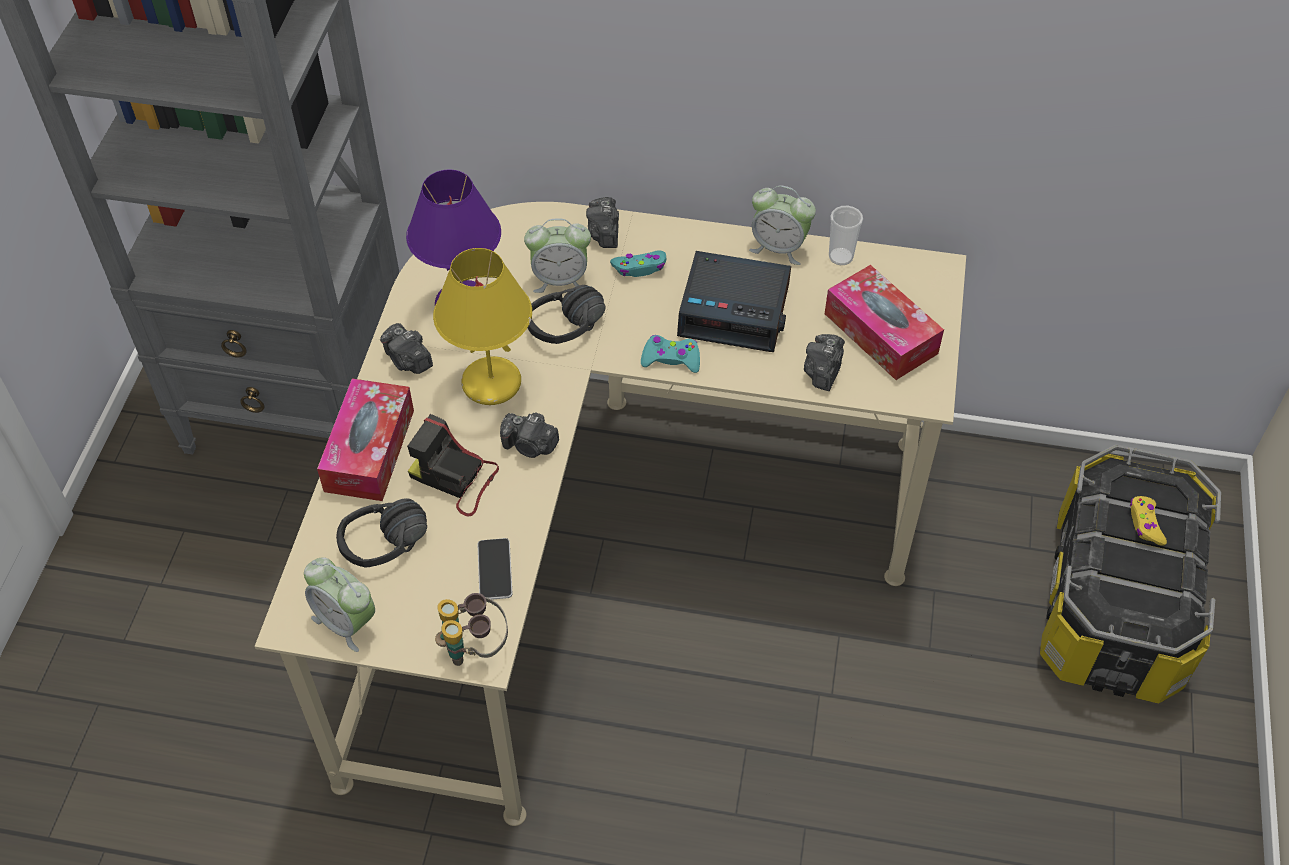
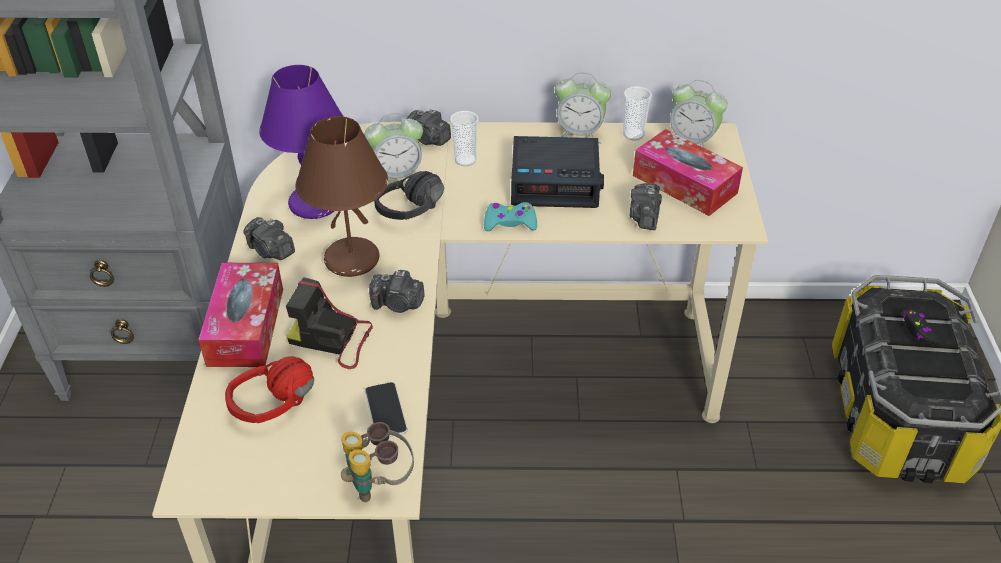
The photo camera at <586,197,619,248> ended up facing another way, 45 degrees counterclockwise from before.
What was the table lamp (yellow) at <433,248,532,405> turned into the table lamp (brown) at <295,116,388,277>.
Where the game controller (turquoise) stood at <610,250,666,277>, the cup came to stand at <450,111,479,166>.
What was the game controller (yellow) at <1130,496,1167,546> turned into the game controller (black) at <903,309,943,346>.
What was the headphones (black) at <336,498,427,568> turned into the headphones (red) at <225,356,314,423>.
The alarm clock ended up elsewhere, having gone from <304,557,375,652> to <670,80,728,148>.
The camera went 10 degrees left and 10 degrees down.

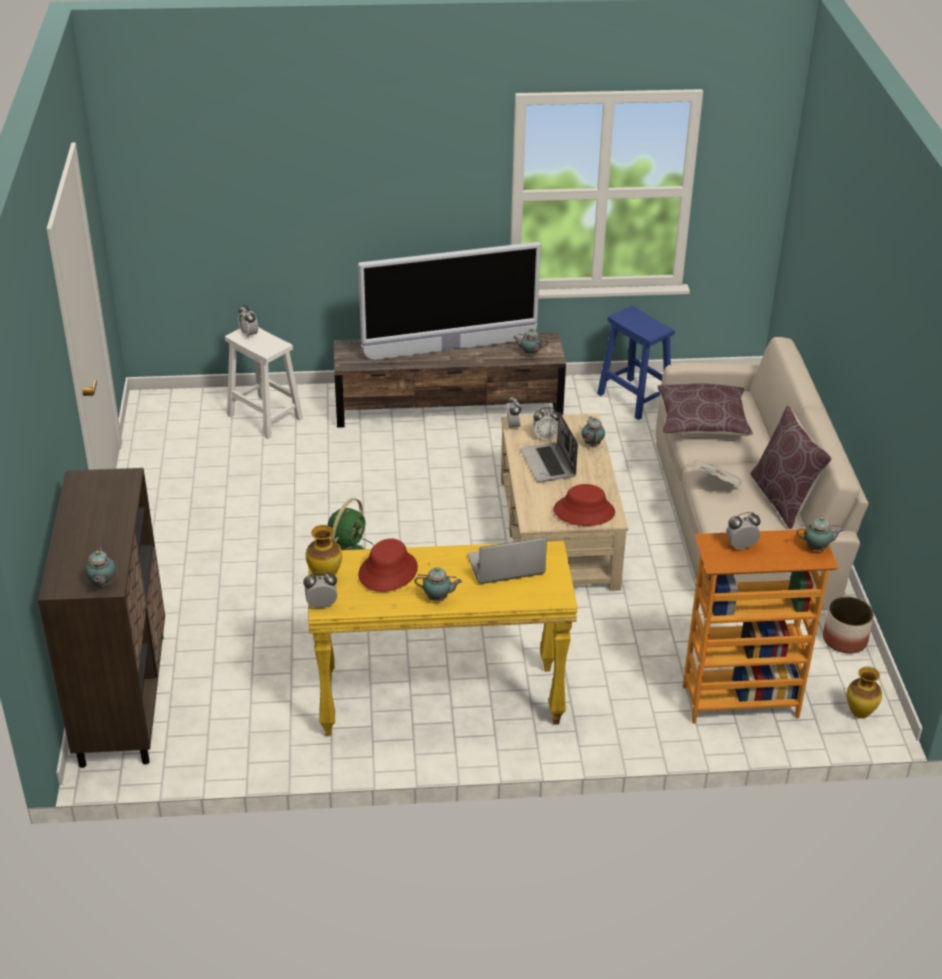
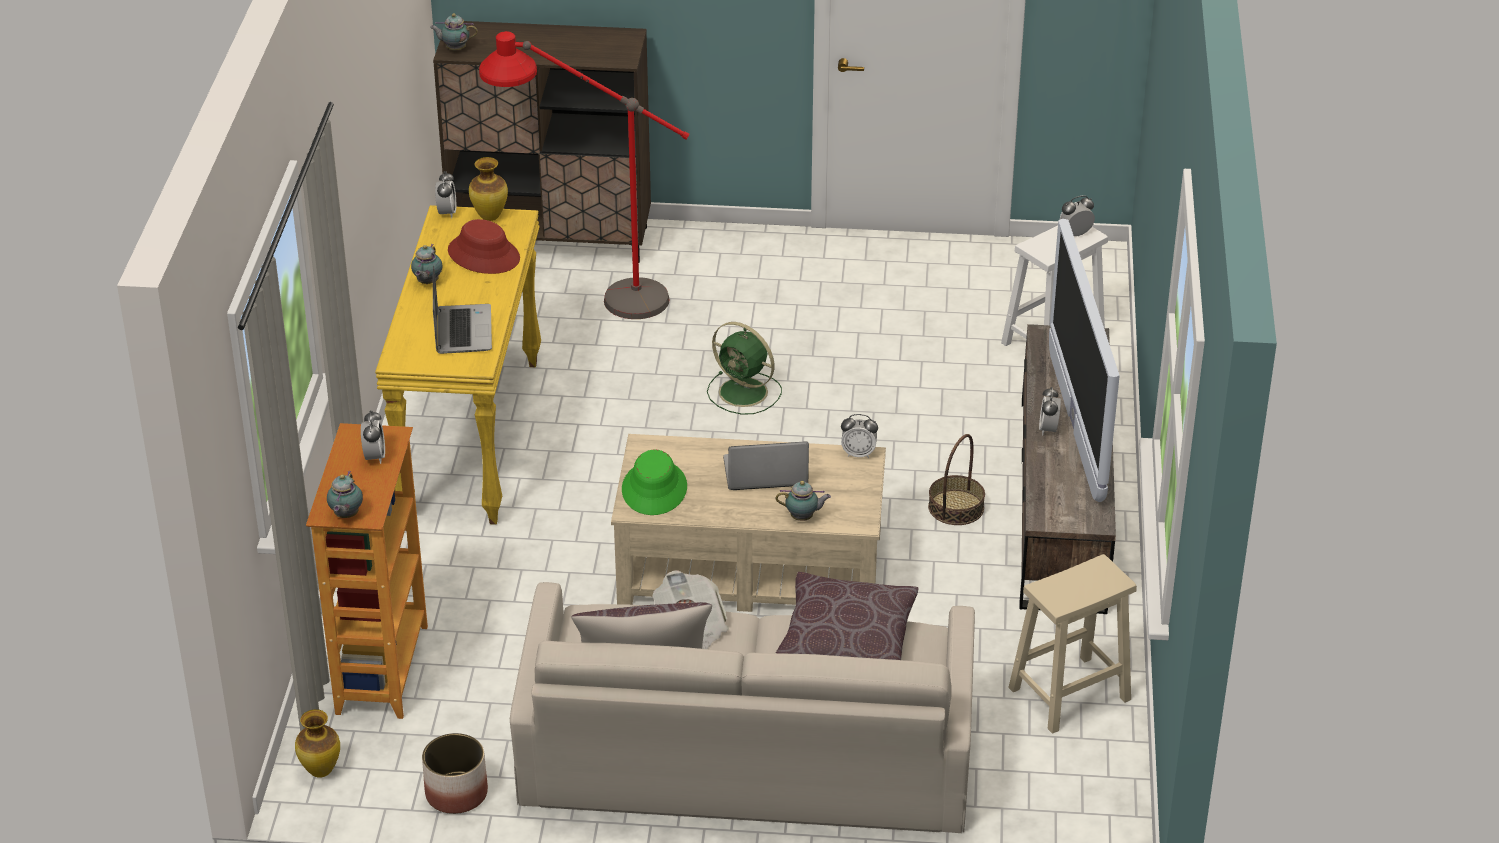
What was the stool (blue) at <597,306,675,420> turned into the stool (beige) at <1008,554,1137,734>.
The second view lost the teapot at <513,328,548,355>.
The alarm clock ended up elsewhere, having gone from <533,407,559,440> to <1039,387,1061,436>.
What was the hat (red) at <553,484,615,526> turned into the hat (green) at <622,449,687,515>.
The second view gained the floor lamp (red) at <479,31,689,319>.
The second view gained the basket at <928,434,985,525>.
The camera went 100 degrees right and 0 degrees up.

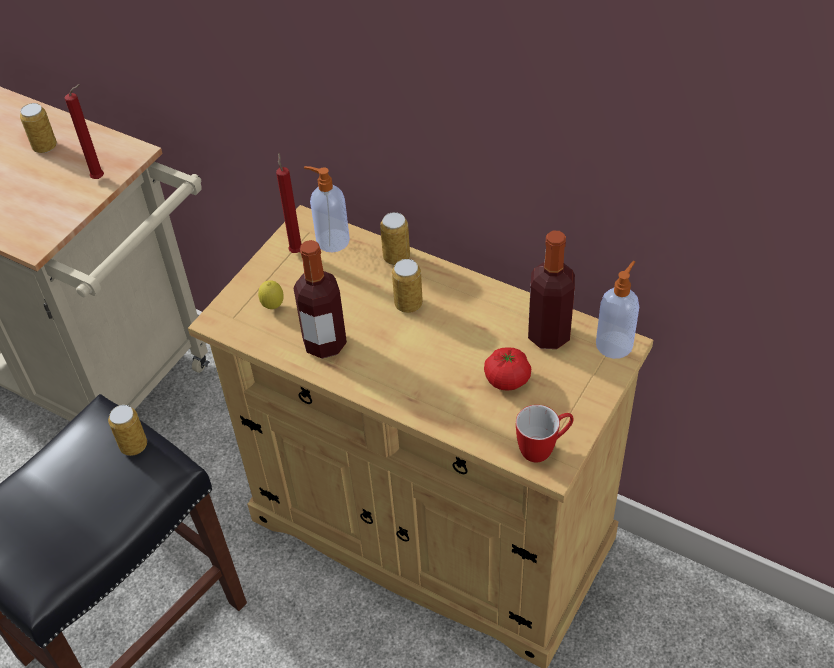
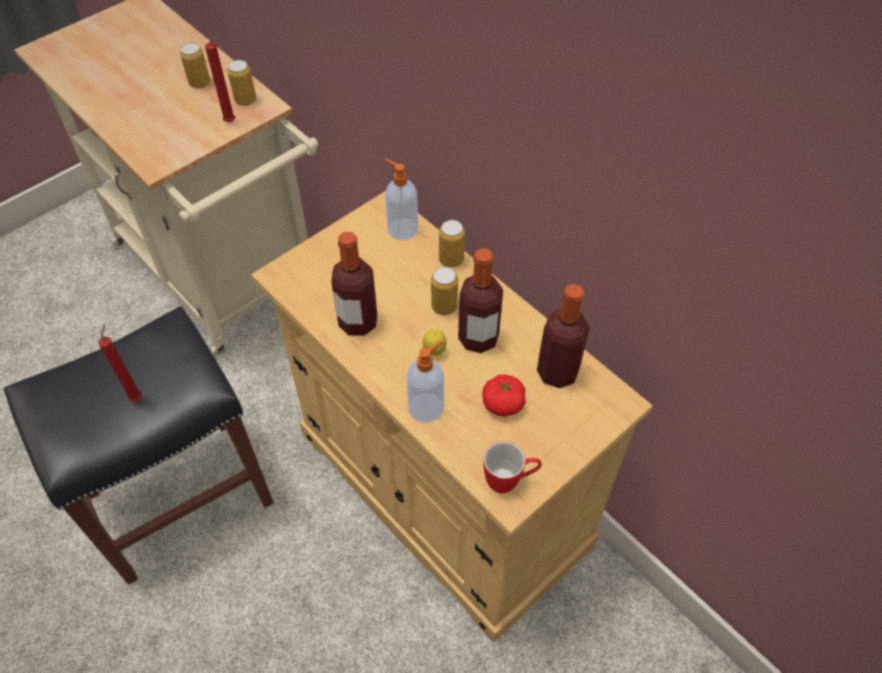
The candle (red) ended up elsewhere, having gone from <276,153,302,253> to <98,324,142,402>.
The soap dispenser ended up elsewhere, having gone from <596,261,639,359> to <407,340,444,423>.
The lemon ended up elsewhere, having gone from <258,280,284,309> to <423,329,447,356>.
The can ended up elsewhere, having gone from <108,405,147,456> to <227,60,256,106>.
The second view gained the bottle at <458,248,503,353>.
The camera went 15 degrees right and 5 degrees up.

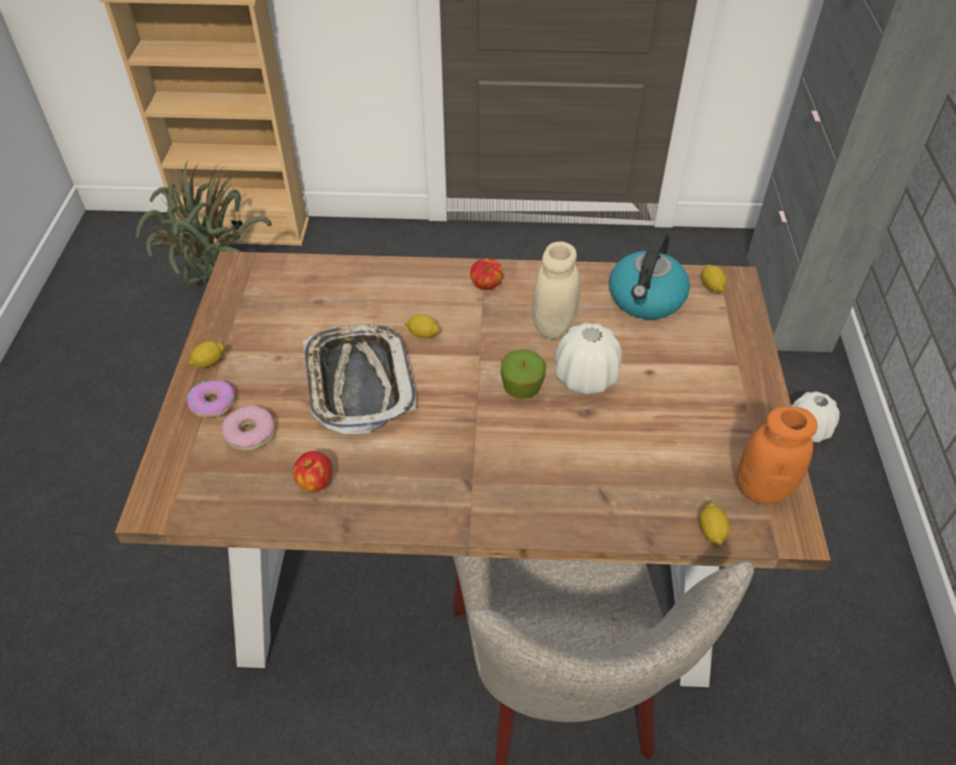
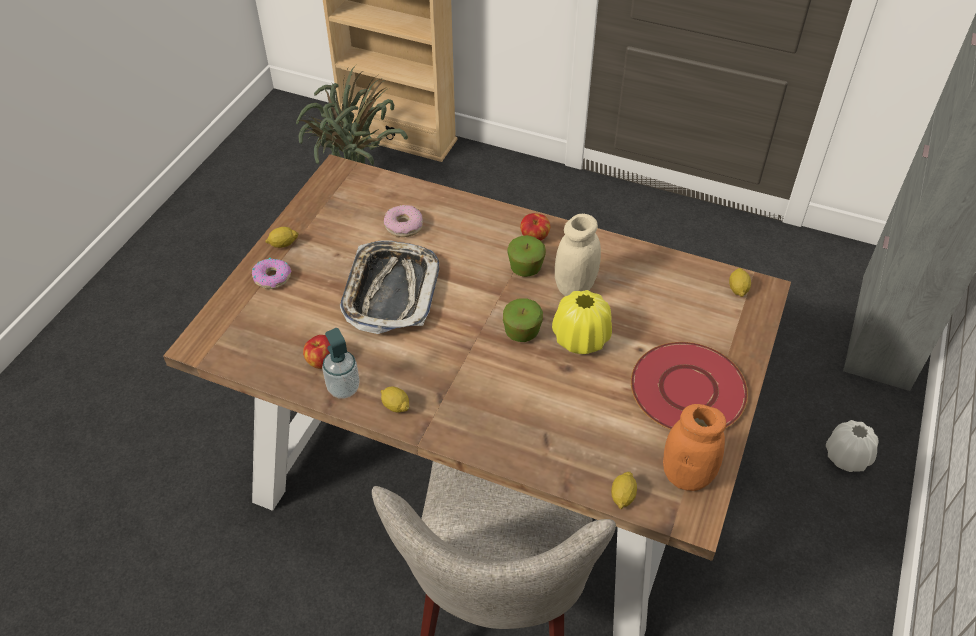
The second view lost the kettle at <609,231,690,319>.
The lemon ended up elsewhere, having gone from <405,315,441,339> to <381,387,409,412>.
What was the vase (white) at <555,323,622,394> turned into the vase (yellow) at <552,290,612,354>.
The donut ended up elsewhere, having gone from <222,405,275,451> to <384,205,423,237>.
The second view gained the apple at <508,235,546,277>.
The second view gained the soap dispenser at <322,328,360,399>.
The second view gained the plate (red) at <631,342,748,430>.
The camera went 20 degrees right and 0 degrees up.

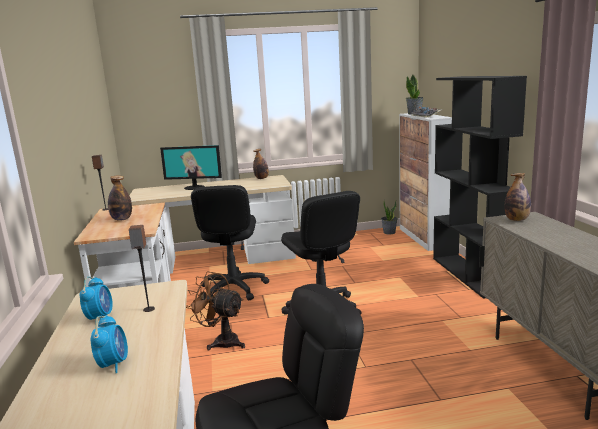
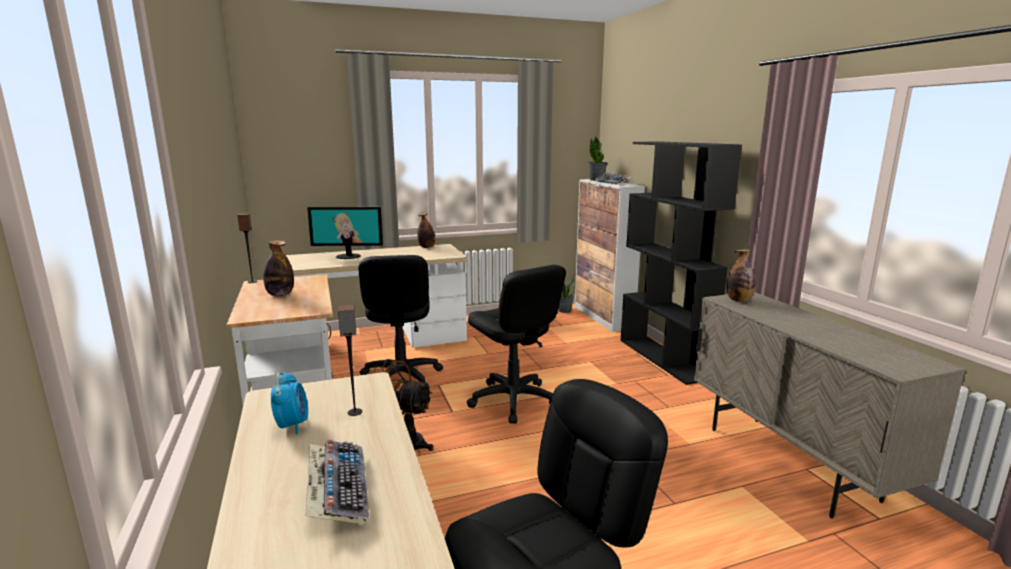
Where the alarm clock stood at <91,315,128,373>, the keyboard came to stand at <305,439,370,525>.
The camera went 10 degrees left and 0 degrees up.

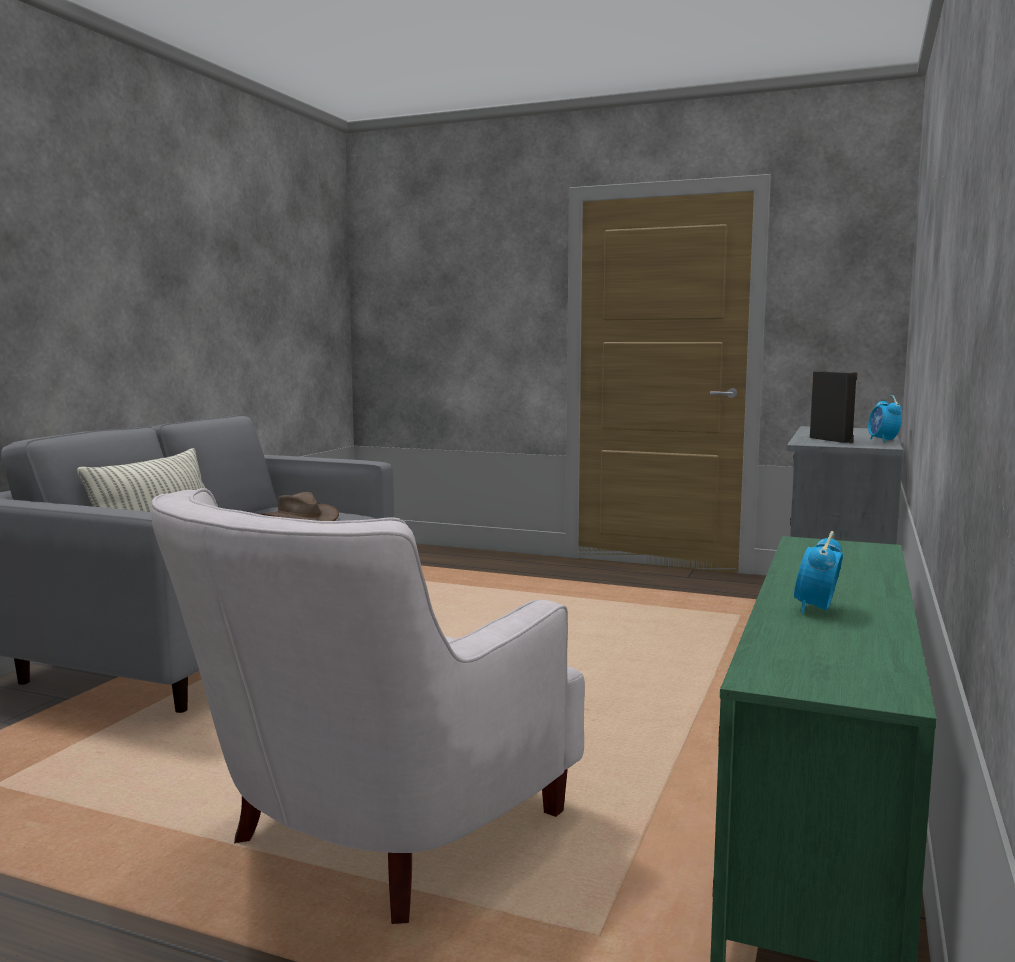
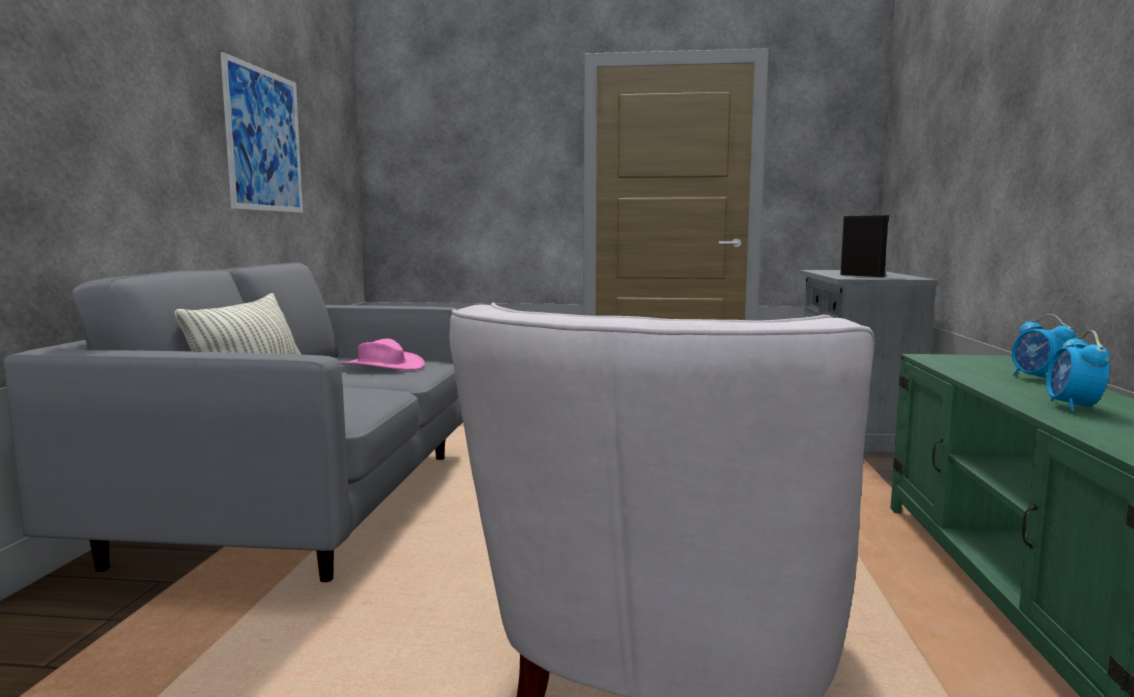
The alarm clock ended up elsewhere, having gone from <868,395,902,442> to <1012,314,1075,378>.
What was the hat (brown) at <260,492,339,521> turned into the hat (pink) at <339,339,425,370>.
The second view gained the picture at <220,52,303,213>.
The camera went 15 degrees left and 0 degrees up.

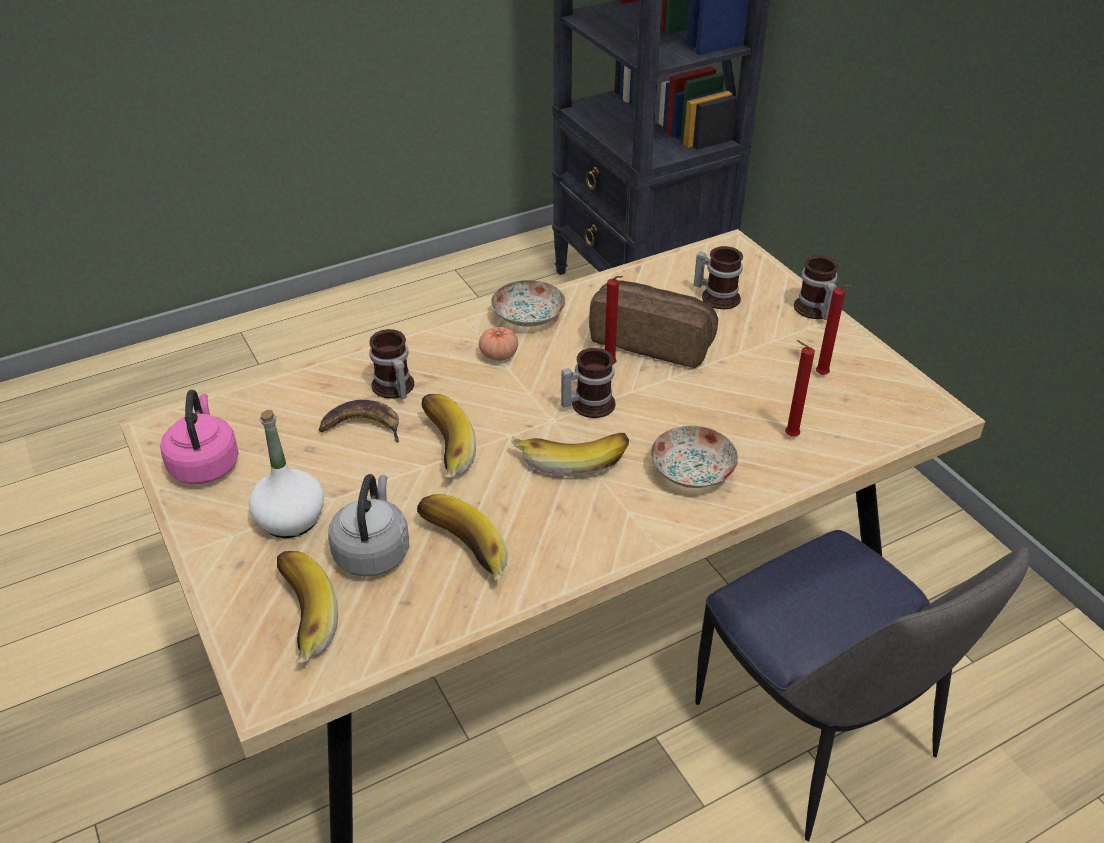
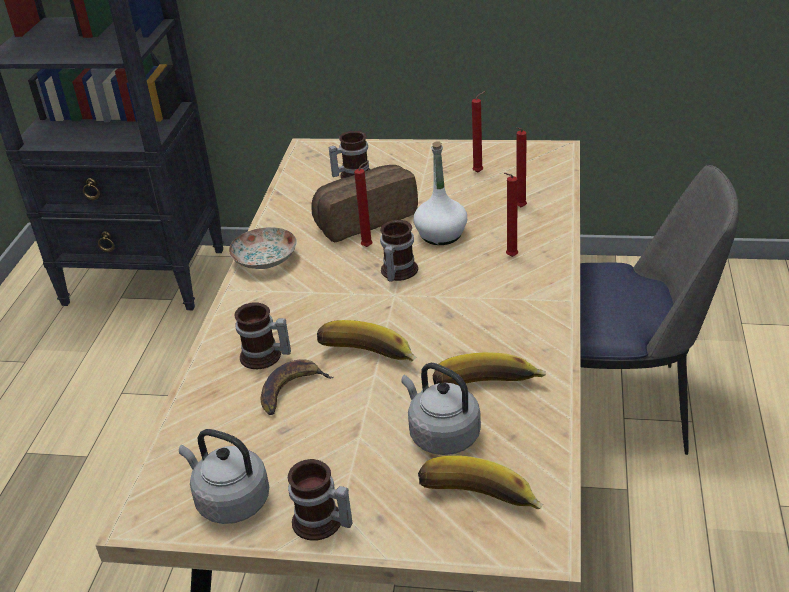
The mug ended up elsewhere, having gone from <794,255,838,320> to <288,459,353,541>.
The second view lost the tomato at <479,327,518,361>.
What was the kettle (pink) at <160,390,239,484> turned into the kettle (grey) at <179,429,269,524>.
The bottle (white) ended up elsewhere, having gone from <249,410,324,538> to <414,141,467,245>.
Where the plate stood at <651,426,738,488>, the candle (red) came to stand at <504,173,518,257>.
The second view lost the banana at <511,433,629,477>.
The camera went 50 degrees left and 5 degrees down.

